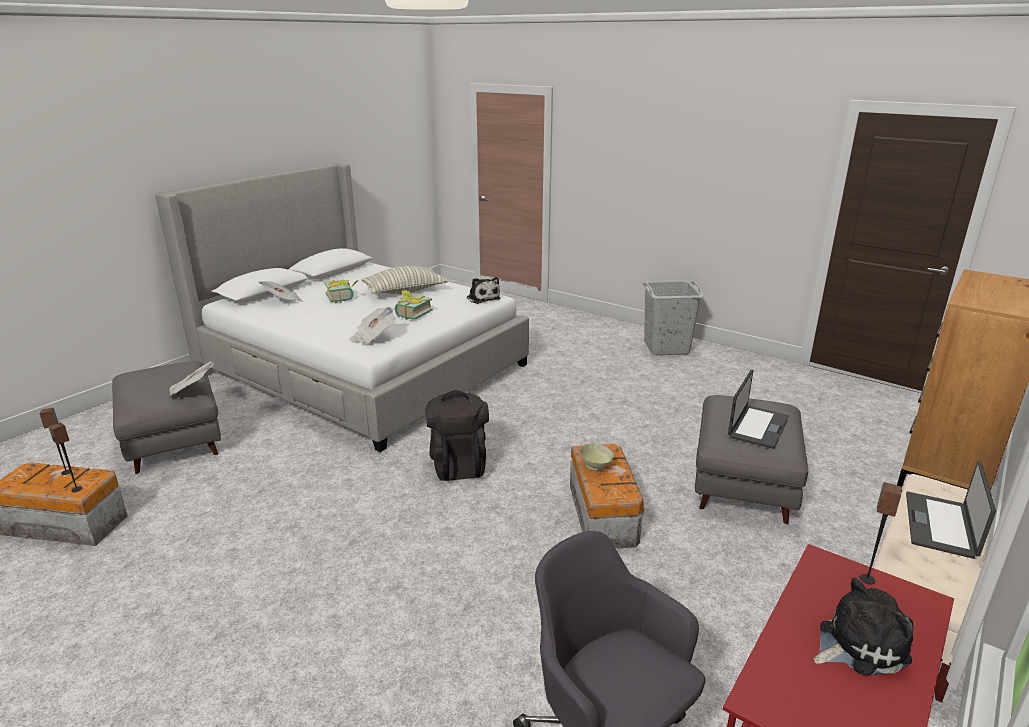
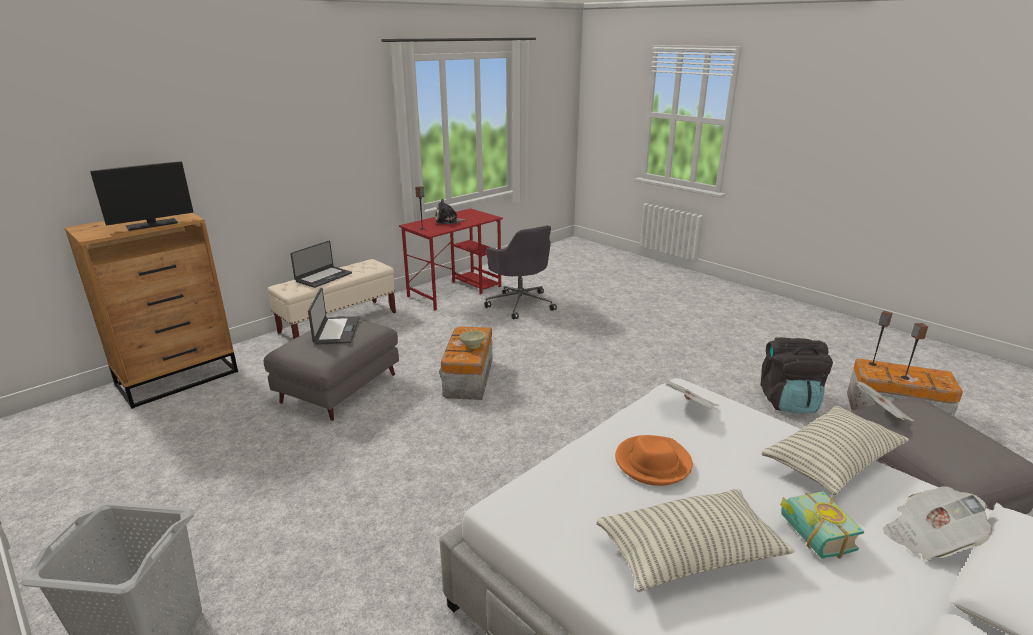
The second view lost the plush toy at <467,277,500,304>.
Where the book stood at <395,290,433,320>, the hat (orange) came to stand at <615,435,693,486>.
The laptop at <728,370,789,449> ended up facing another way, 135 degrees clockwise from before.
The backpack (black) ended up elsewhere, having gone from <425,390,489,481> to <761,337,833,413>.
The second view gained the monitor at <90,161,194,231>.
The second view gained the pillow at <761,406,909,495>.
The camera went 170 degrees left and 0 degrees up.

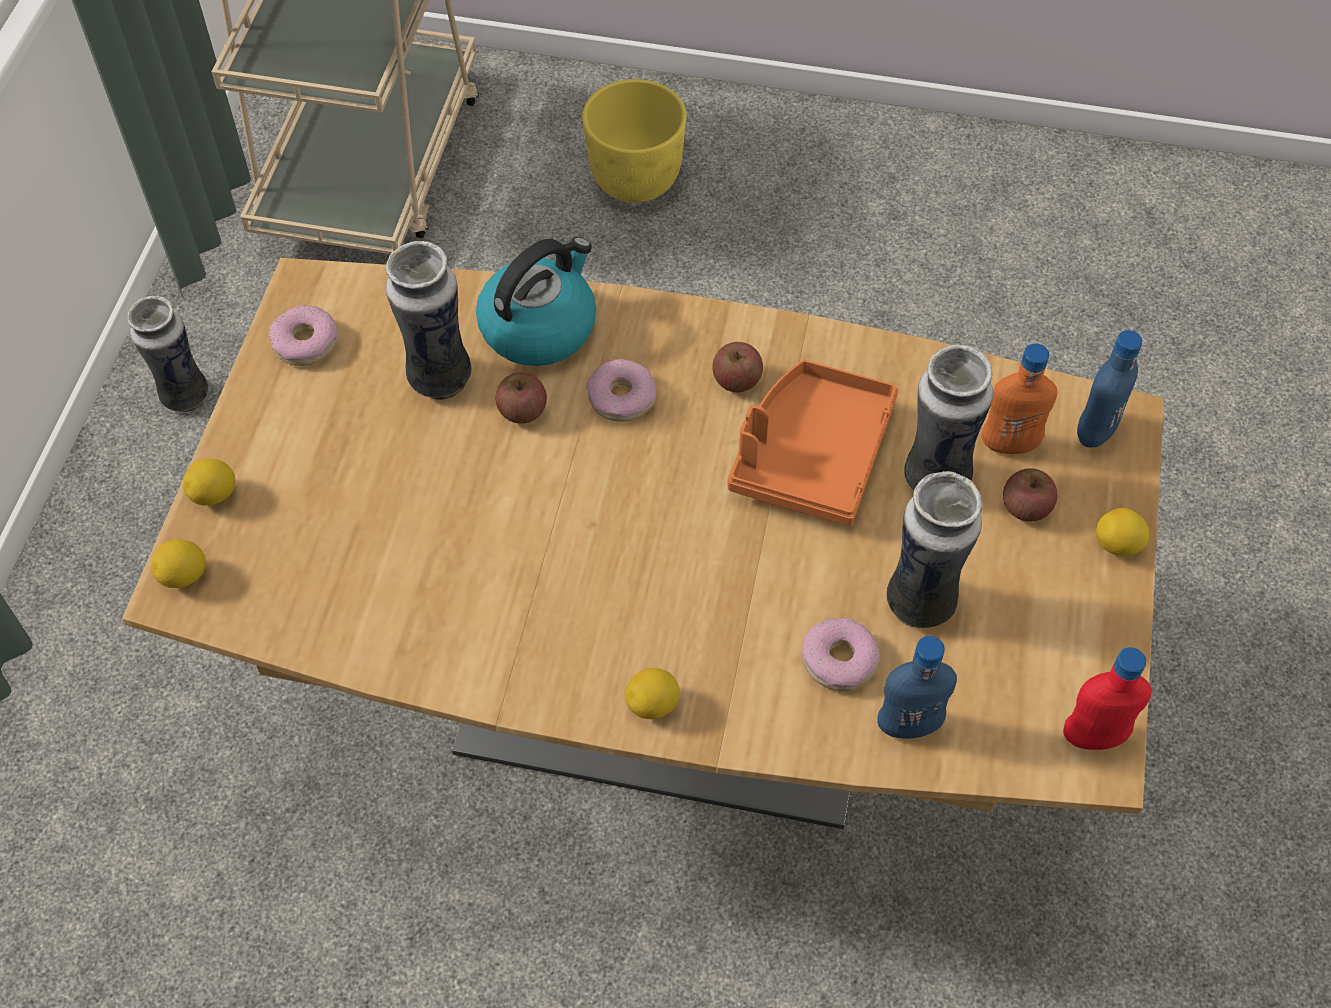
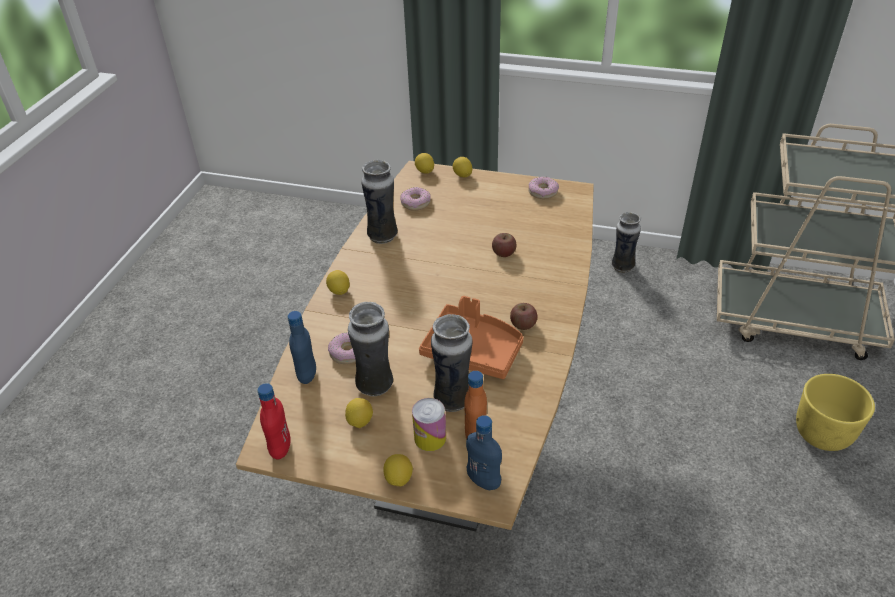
The second view lost the kettle at <476,237,596,366>.
The vase ended up elsewhere, having gone from <386,241,472,400> to <361,160,398,244>.
The donut ended up elsewhere, having gone from <586,359,657,422> to <400,187,431,211>.
Where the apple stood at <1003,468,1057,522>, the can came to stand at <412,398,446,451>.
The second view gained the lemon at <345,398,373,428>.
The camera went 95 degrees right and 15 degrees down.

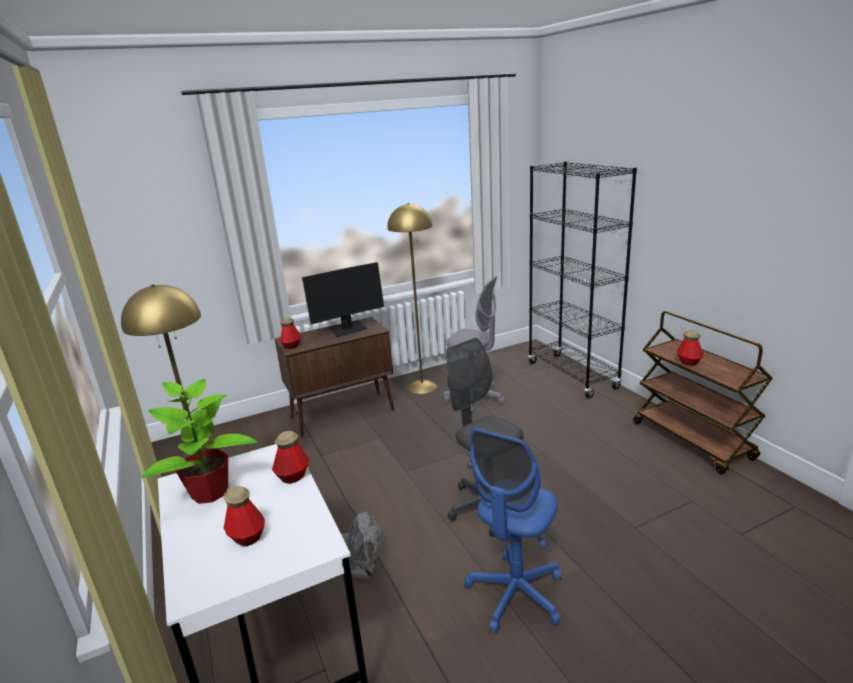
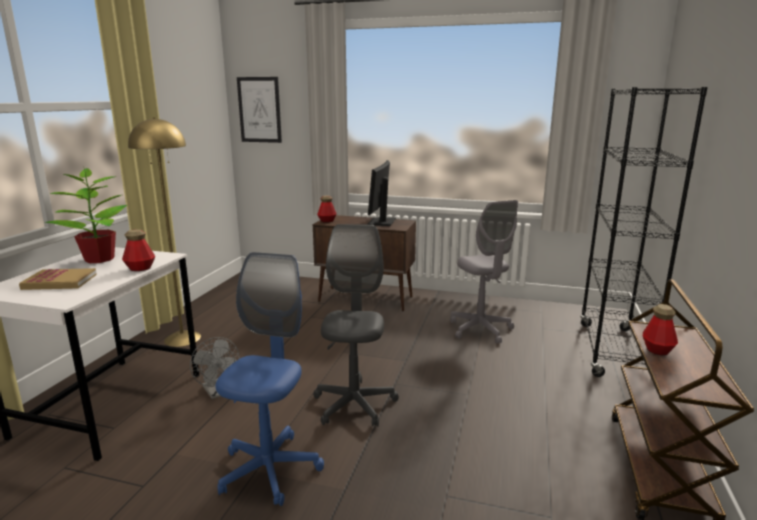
The second view lost the floor lamp (yellow) at <387,203,437,394>.
The monitor at <302,262,384,337> ended up facing another way, 90 degrees clockwise from before.
The office chair (blue) at <464,428,561,633> ended up facing another way, 120 degrees clockwise from before.
Where the bottle stood at <223,486,265,546>, the book came to stand at <19,268,97,290>.
The second view gained the picture at <237,77,282,143>.
The camera went 40 degrees right and 5 degrees down.

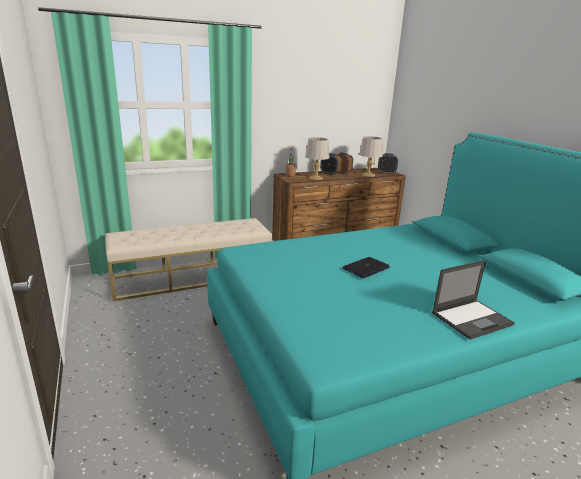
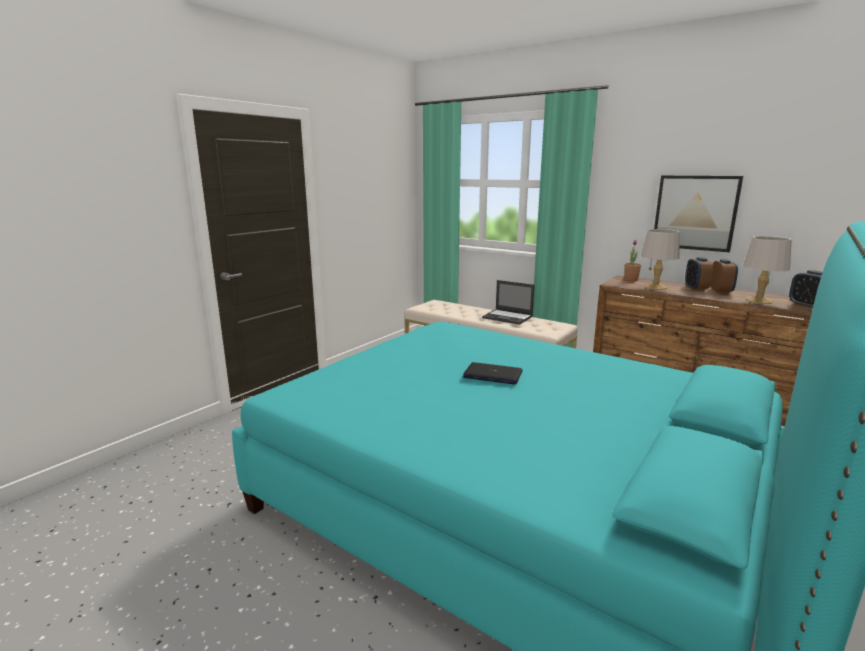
The laptop ended up elsewhere, having gone from <432,260,515,340> to <482,280,535,325>.
The second view gained the picture at <654,175,743,252>.
The camera went 60 degrees right and 5 degrees down.

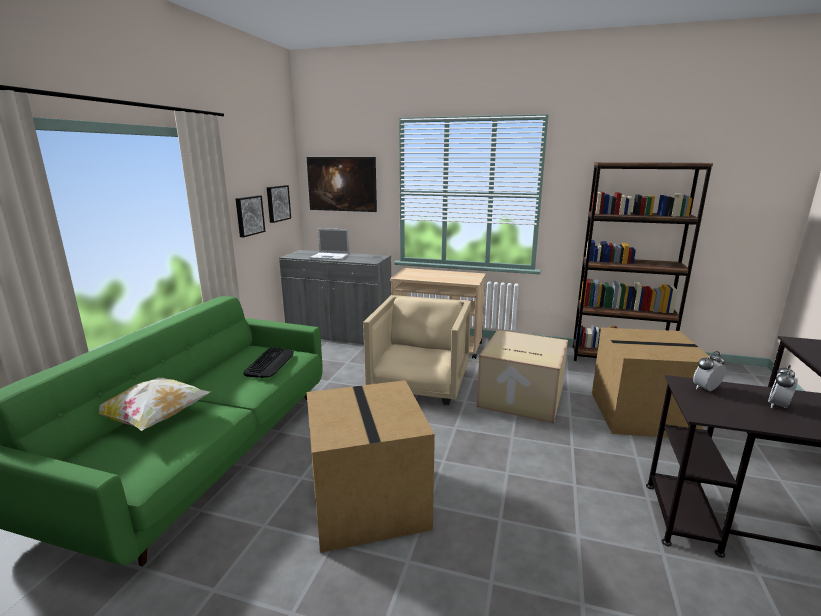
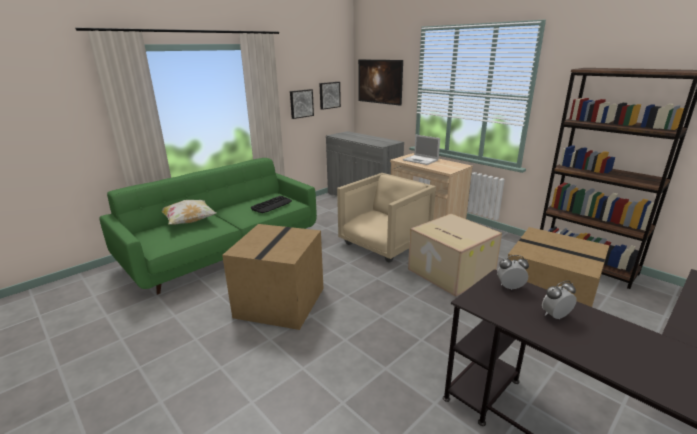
The laptop ended up elsewhere, having gone from <310,228,350,260> to <403,135,440,165>.
The camera went 30 degrees right and 5 degrees up.

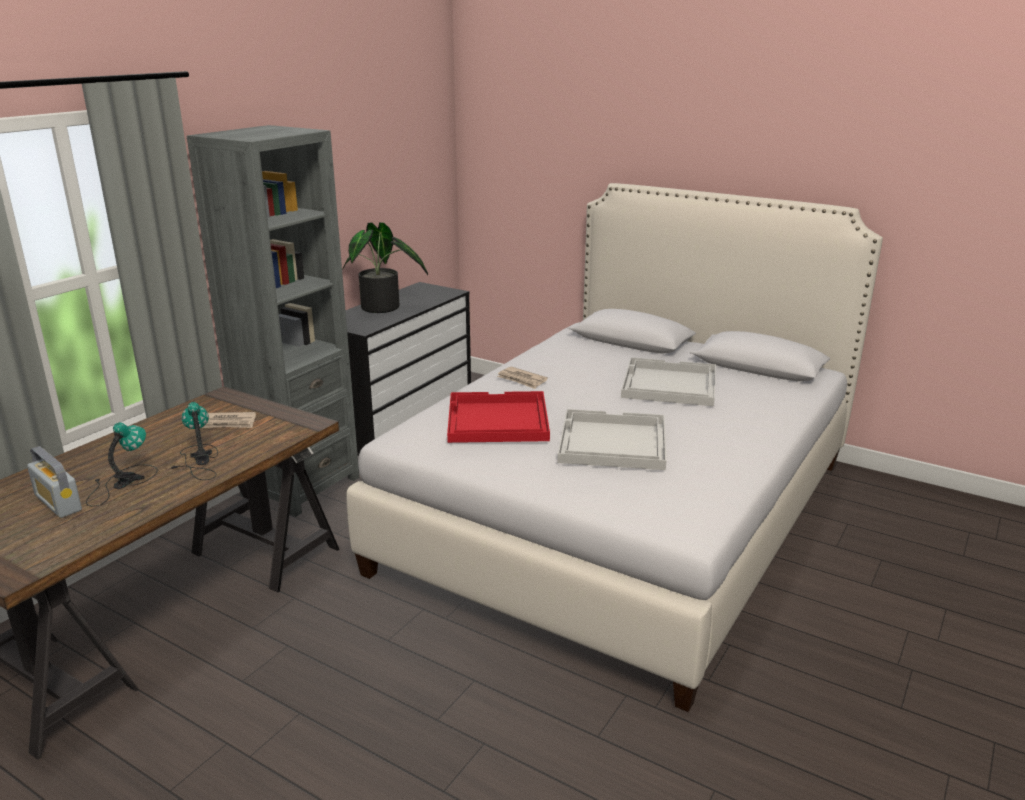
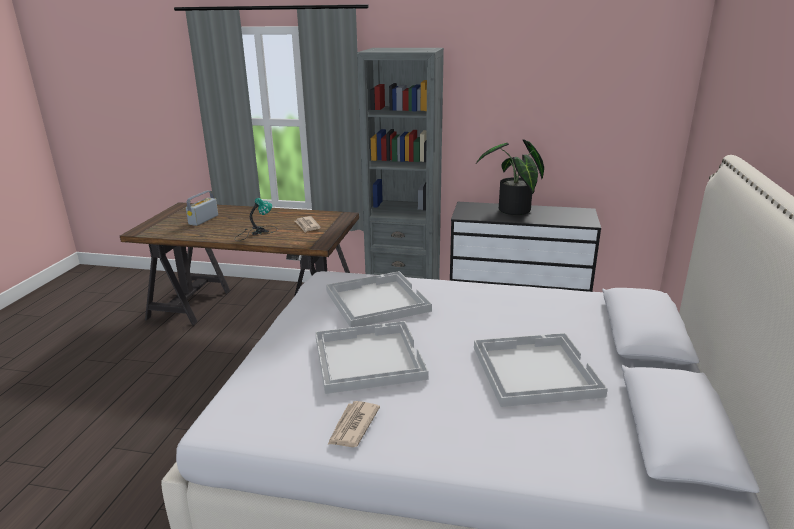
The newspaper ended up elsewhere, having gone from <497,367,548,389> to <327,401,380,447>.
What was the tray (red) at <447,391,550,443> turned into the tray (white) at <326,271,432,327>.
The second view lost the table lamp at <86,422,158,507>.
The camera went 70 degrees right and 0 degrees up.

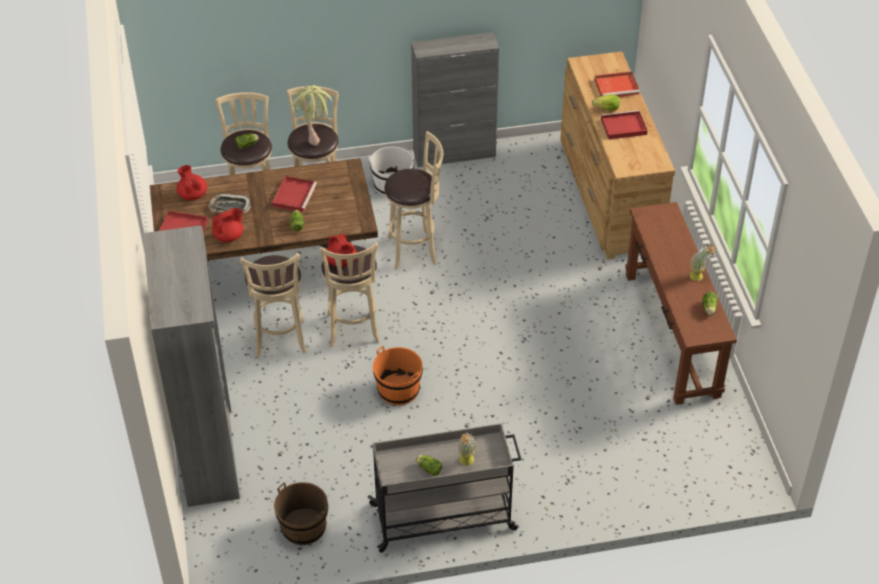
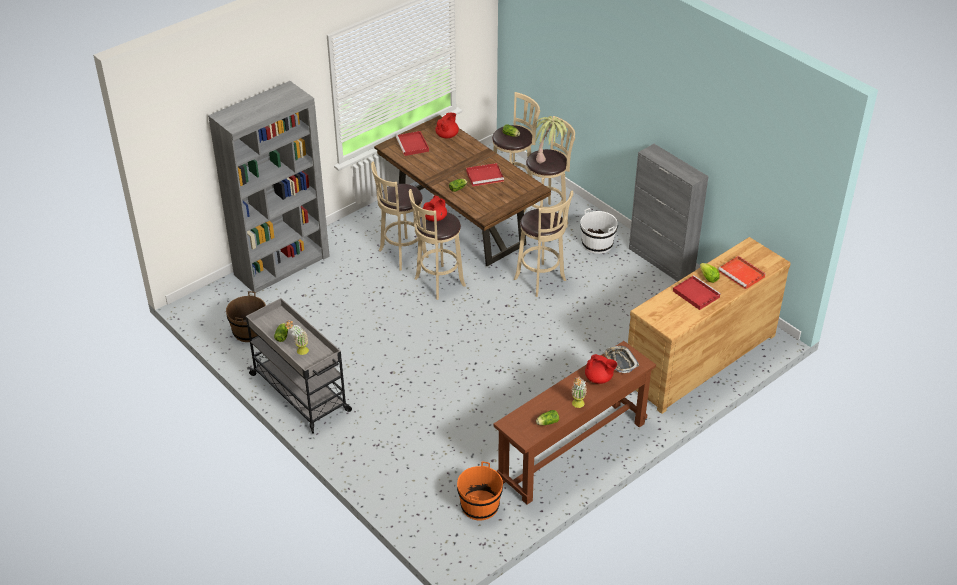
The tray ended up elsewhere, having gone from <209,193,250,213> to <603,346,639,373>.
The teapot (red) ended up elsewhere, having gone from <212,208,243,242> to <585,354,617,384>.
The bucket (orange) ended up elsewhere, having gone from <373,346,423,405> to <457,461,503,521>.
The camera went 60 degrees right and 5 degrees down.

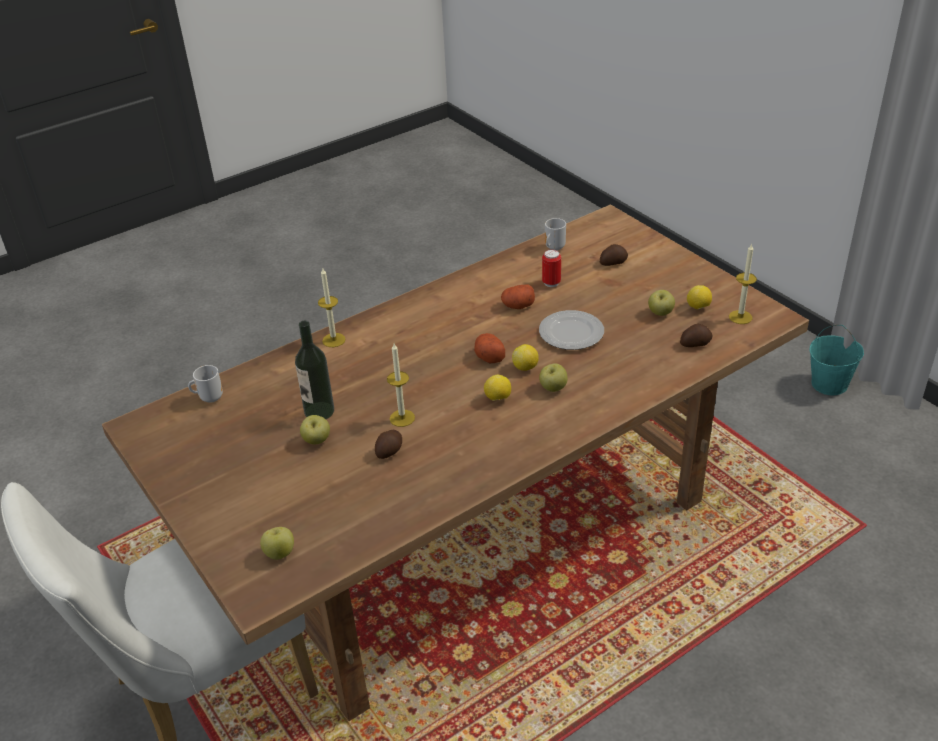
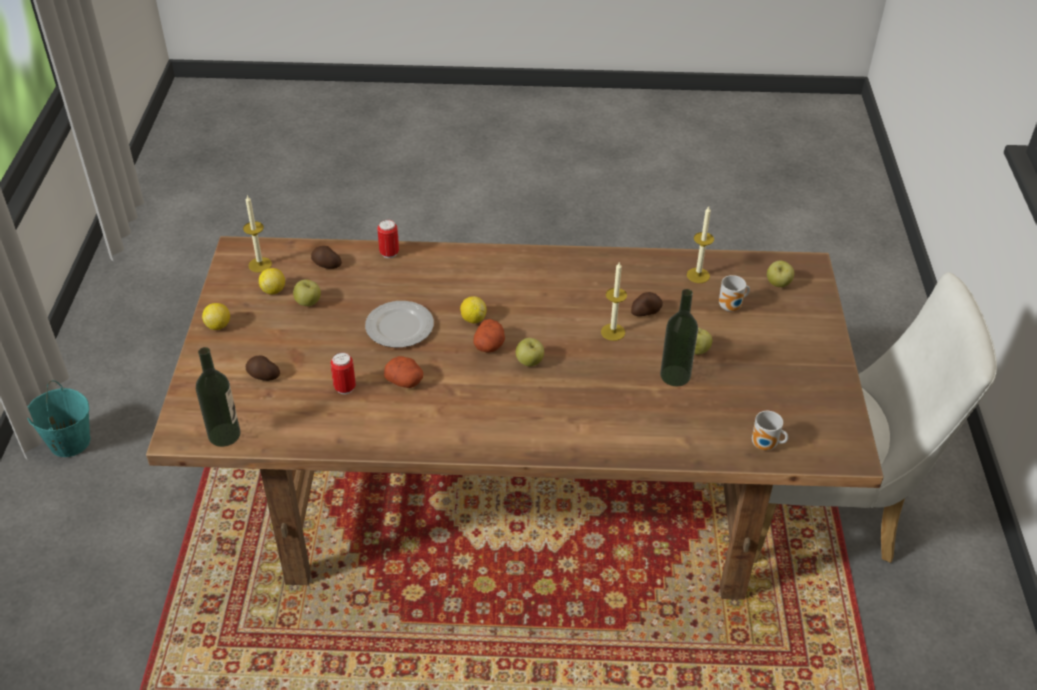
The mug ended up elsewhere, having gone from <545,218,566,250> to <719,275,750,312>.
The candle ended up elsewhere, having gone from <318,269,346,347> to <687,206,714,283>.
The apple ended up elsewhere, having gone from <539,363,568,392> to <516,338,544,366>.
The lemon ended up elsewhere, having gone from <484,375,511,401> to <202,303,230,330>.
The second view gained the can at <377,220,399,258>.
The second view gained the bottle at <196,347,241,447>.
The camera went 145 degrees left and 5 degrees up.

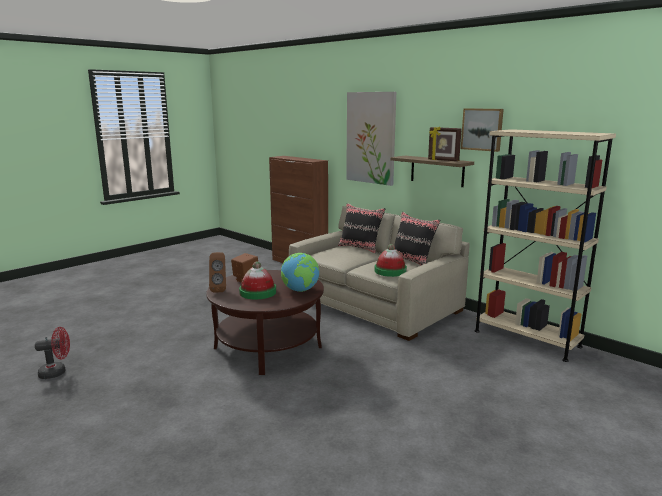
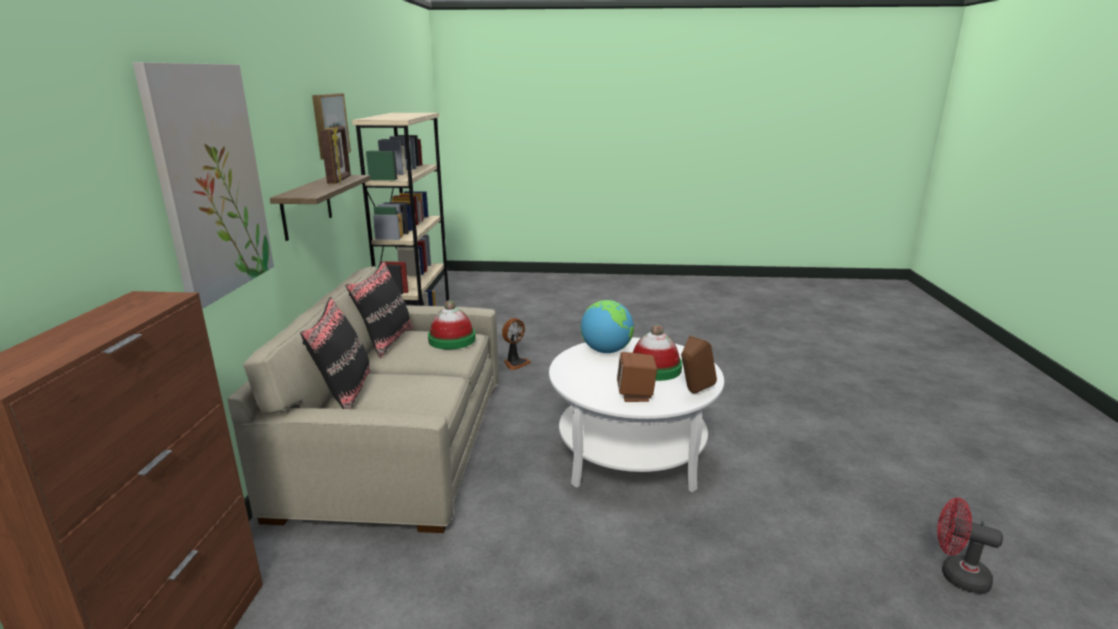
What was the coffee table (brown) at <206,270,324,375> turned into the coffee table (white) at <549,337,724,492>.
The second view gained the fan at <502,318,531,370>.
The camera went 130 degrees left and 5 degrees up.

